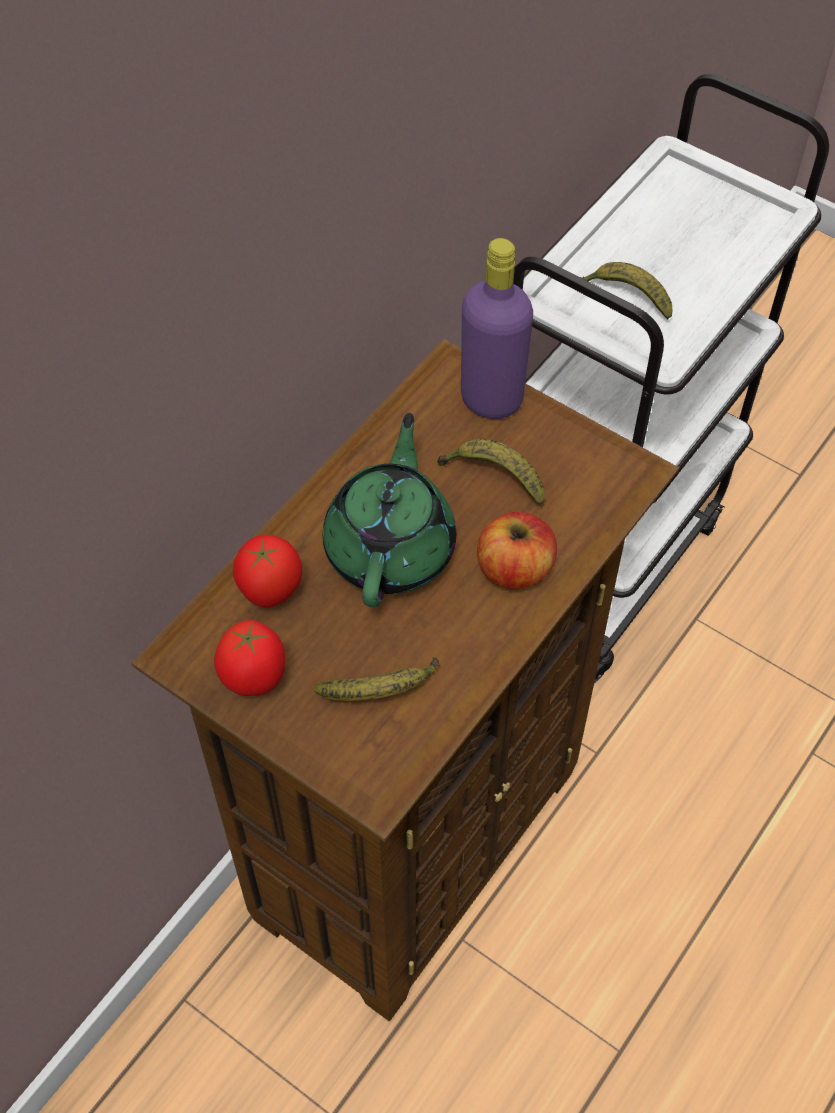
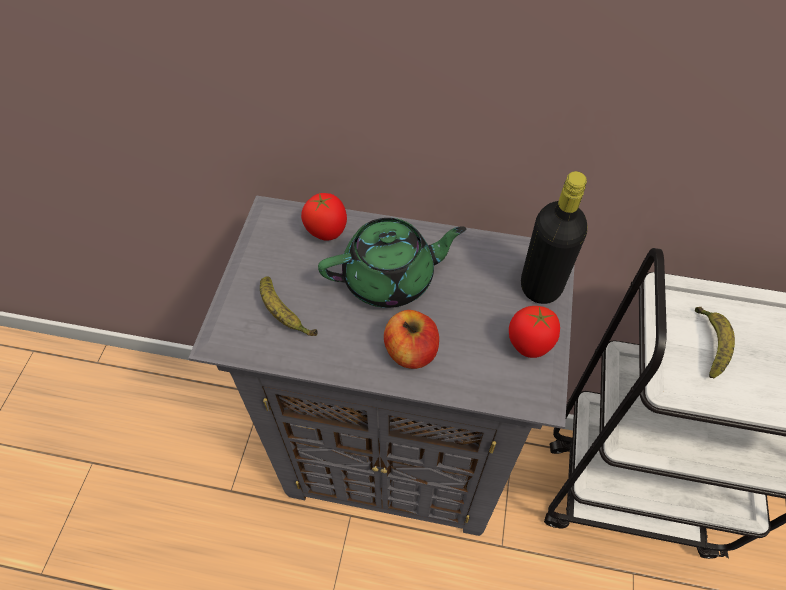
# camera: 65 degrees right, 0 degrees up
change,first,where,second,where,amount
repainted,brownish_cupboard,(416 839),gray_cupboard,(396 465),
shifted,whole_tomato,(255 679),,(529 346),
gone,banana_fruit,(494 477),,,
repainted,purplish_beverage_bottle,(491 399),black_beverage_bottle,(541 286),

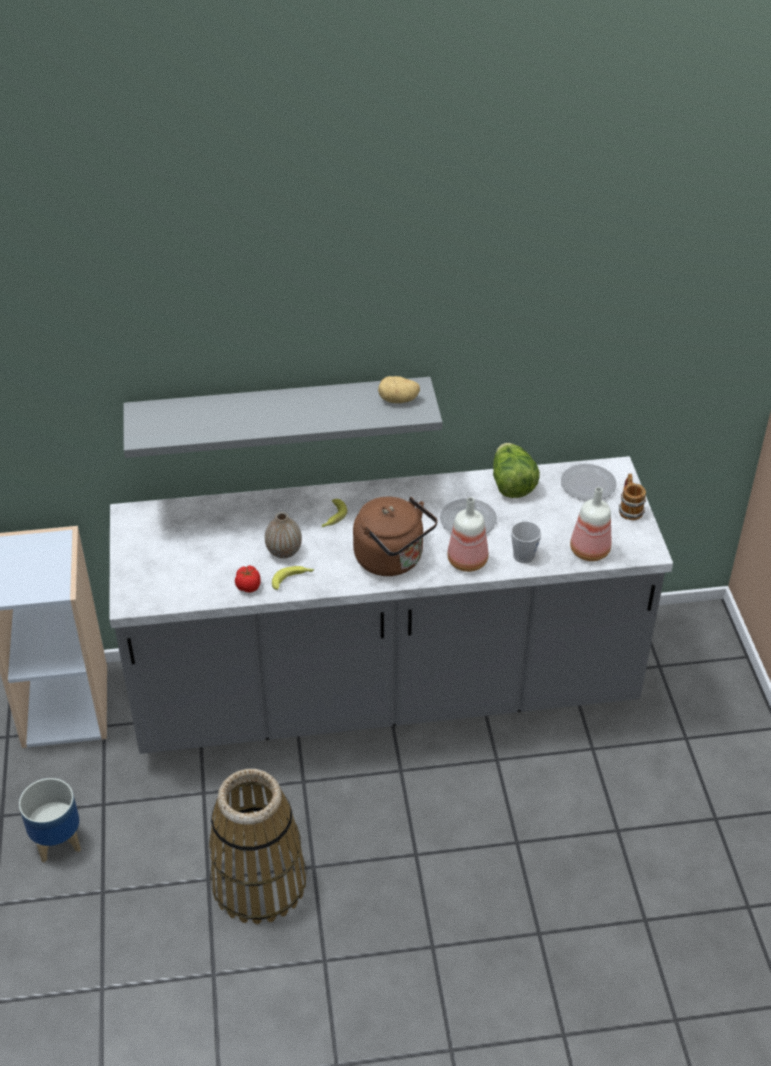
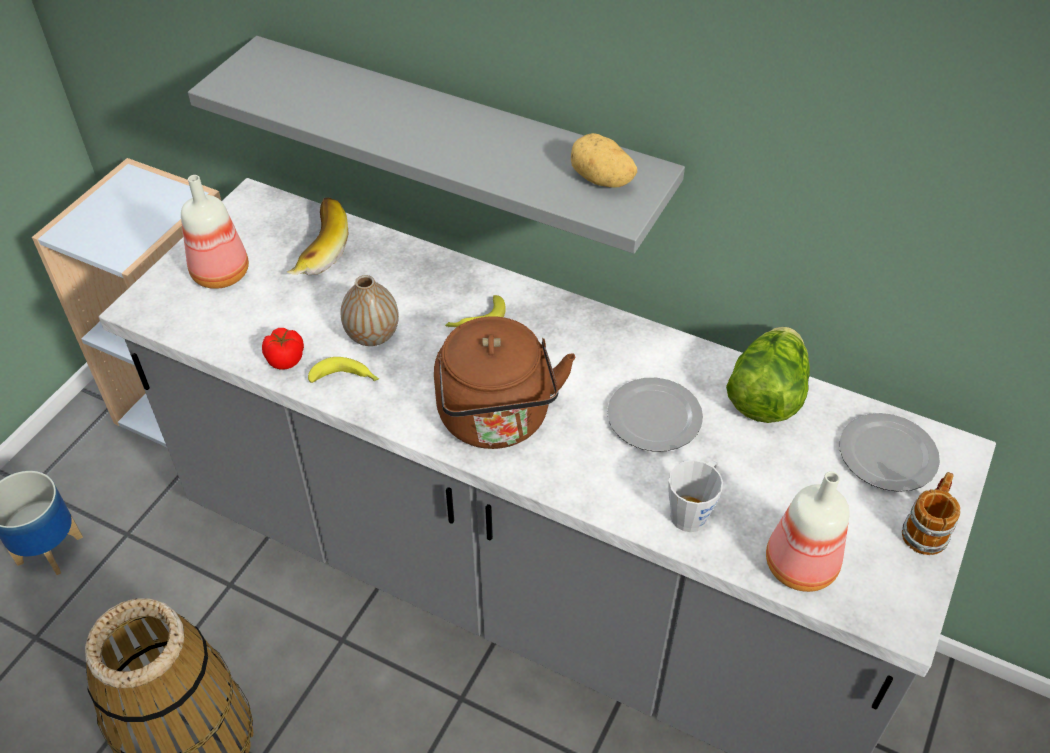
# camera: 35 degrees right, 5 degrees up
change,first,where,second,where,amount
shifted,beverage_bottle,(467 560),,(223 273),
new,,,banana_fruit,(315 249),

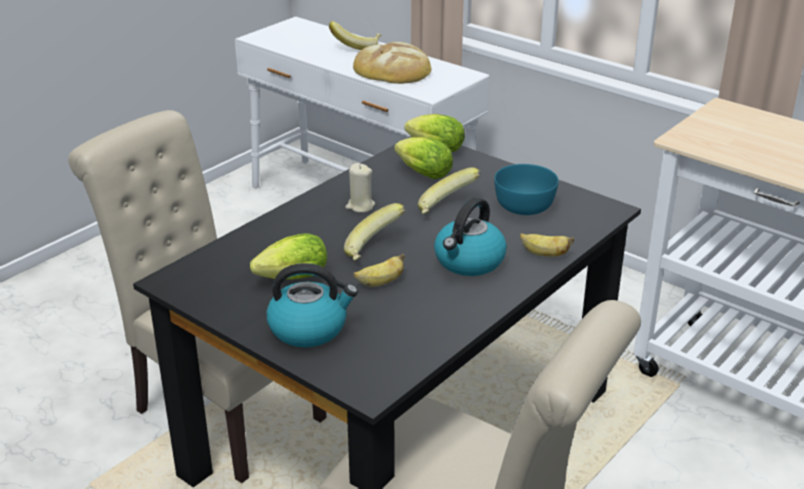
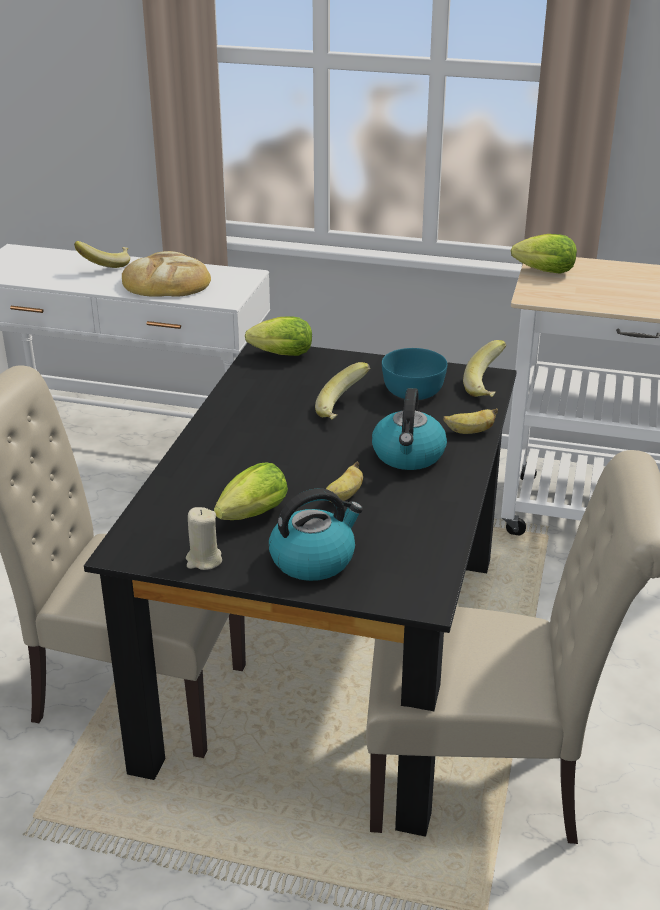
# camera: 25 degrees left, 0 degrees up
change,first,where,second,where,amount
shifted,banana_fruit,(375 250),,(489 388),
shifted,sand-coloured_wax_candle,(360 206),,(204 560),
shifted,lettuce_head,(421 173),,(541 271),

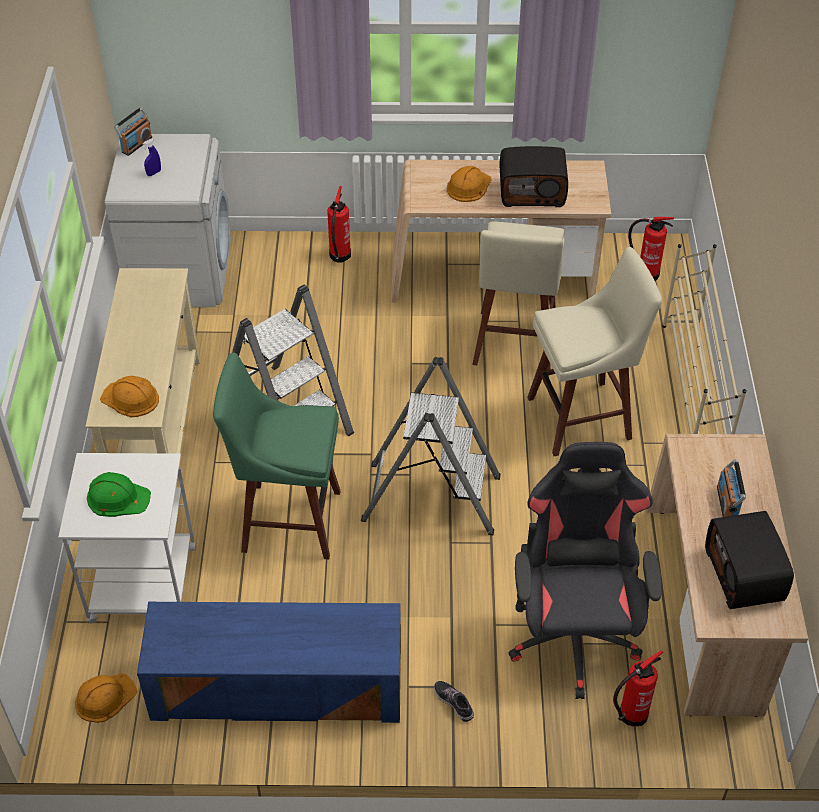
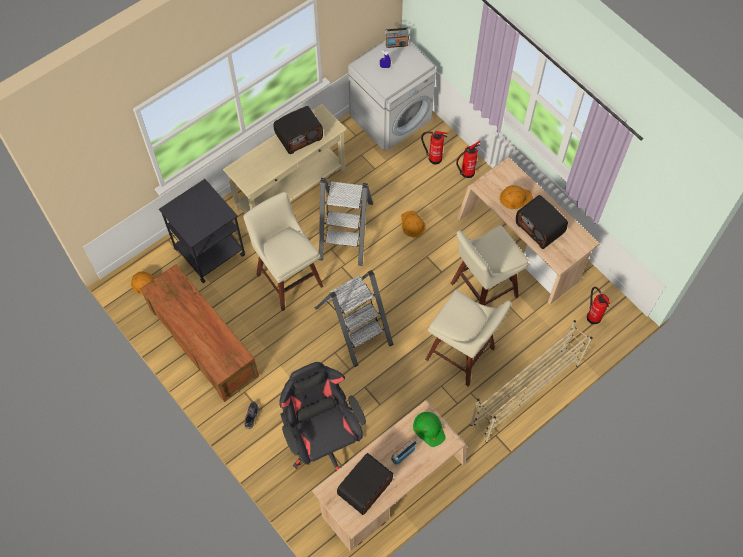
# camera: 50 degrees right, 15 degrees up
change,first,where,second,where,amount
repainted,white_trolley,(143 582),black_trolley,(210 251),
shifted,green_hard_hat,(117 498),,(429 428),
shifted,orange_hard_hat,(130 398),,(412 224),
repainted,blue-coloured_indoor_bench,(275 688),brownish_indoor_bench,(202 342),
repainted,green_stool,(288 520),sand-coloured_stool,(289 279),
rotated,black_office_chair,(573 641),,(324 442),75 degrees counterclockwise
shifted,fire_extinguisher,(630 715),,(433 158),
new,,,radio,(299 136),

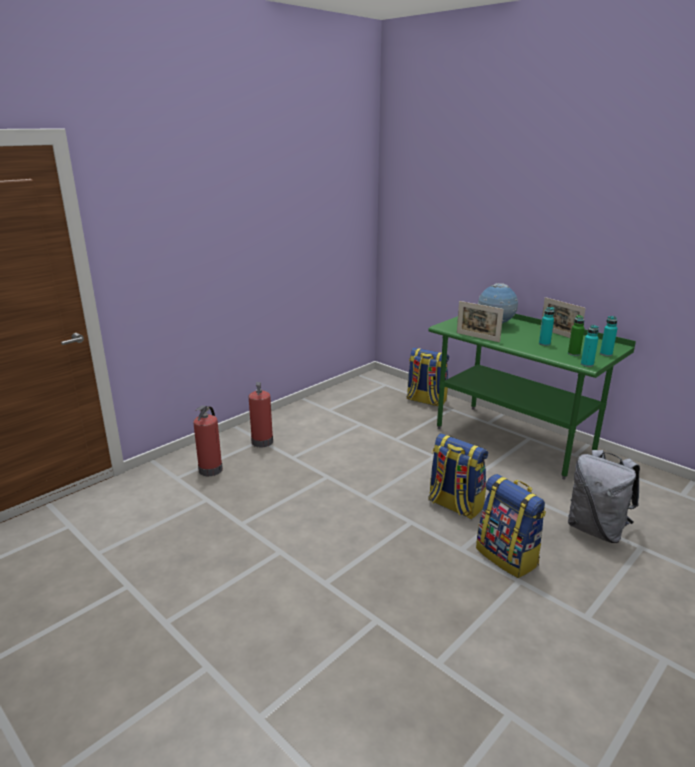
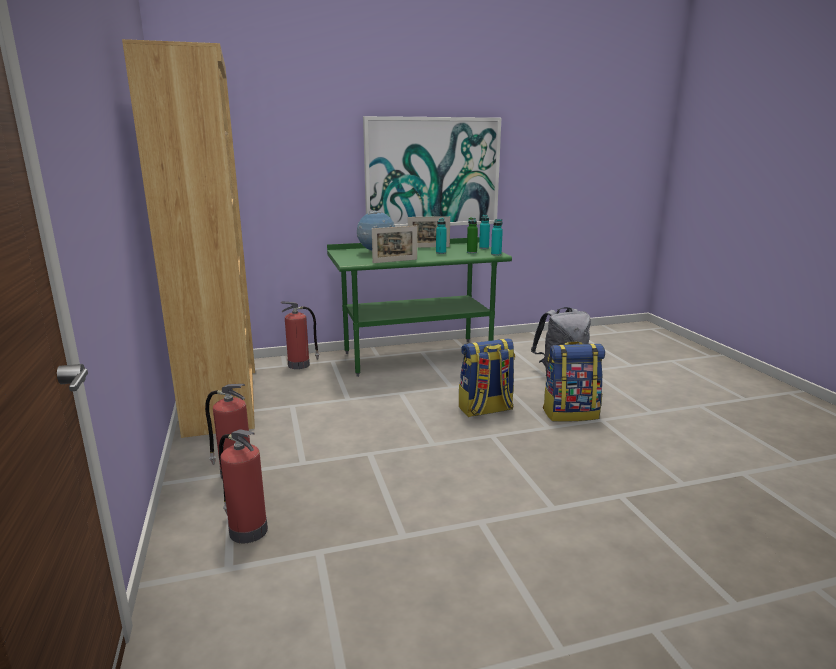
# camera: 60 degrees left, 5 degrees down
change,first,where,second,where,amount
swapped,knapsack,(425 401),fire_extinguisher,(300 365),
new,,,brownish_bookcase,(222 398),
new,,,wall_picture,(432 172),

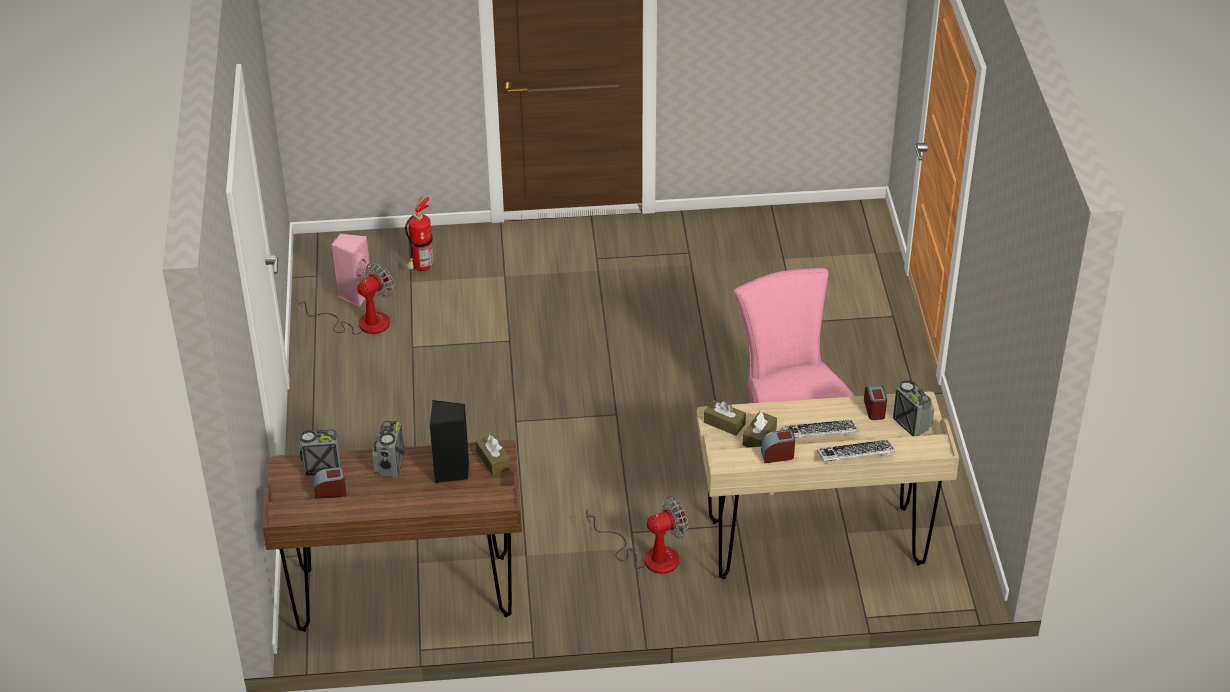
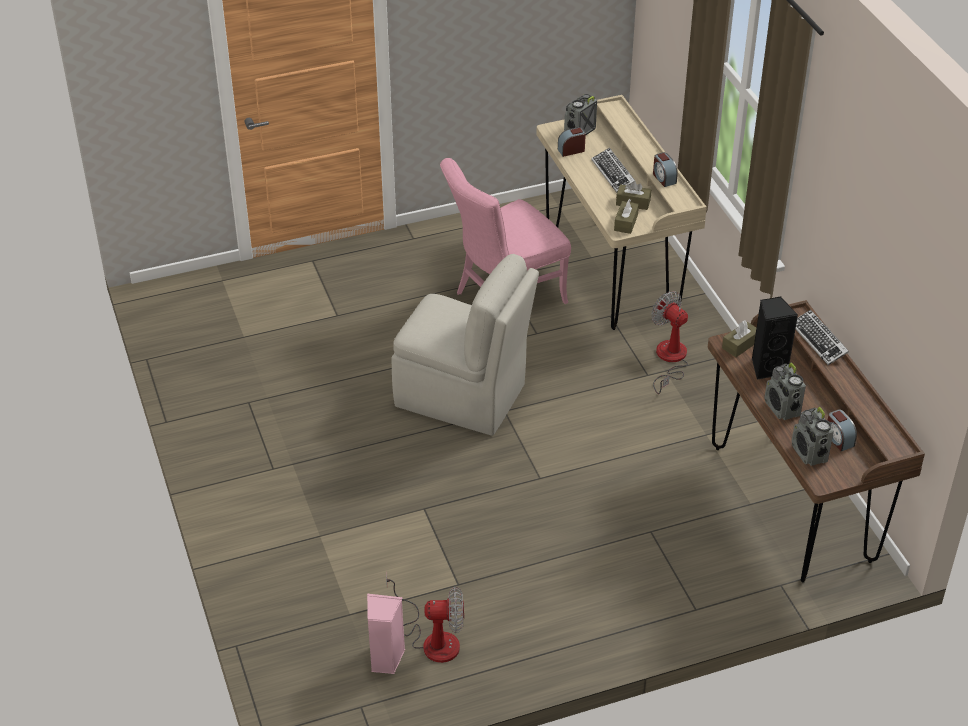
# camera: 105 degrees left, 0 degrees up
change,first,where,second,where,amount
rotated,cooling_fan,(362 323),,(432 639),150 degrees clockwise
rotated,radio,(389 465),,(782 409),75 degrees clockwise
gone,fire_extinguisher,(421 268),,,
shifted,PC_keyboard,(855 455),,(819 341),
new,,,sand-coloured_plain_chair,(463 397),

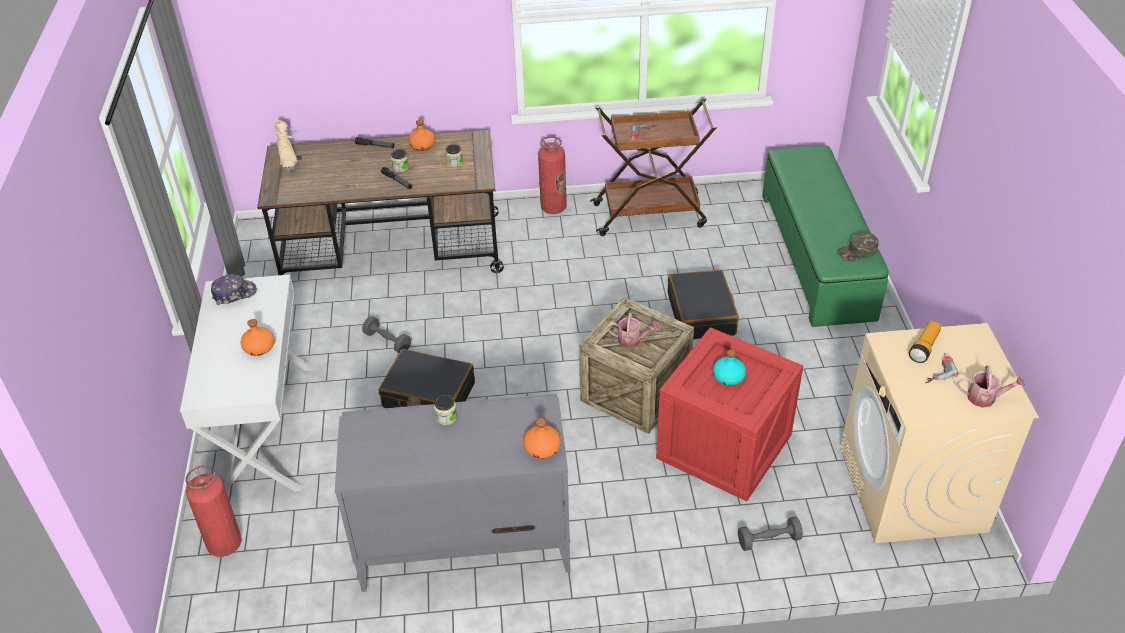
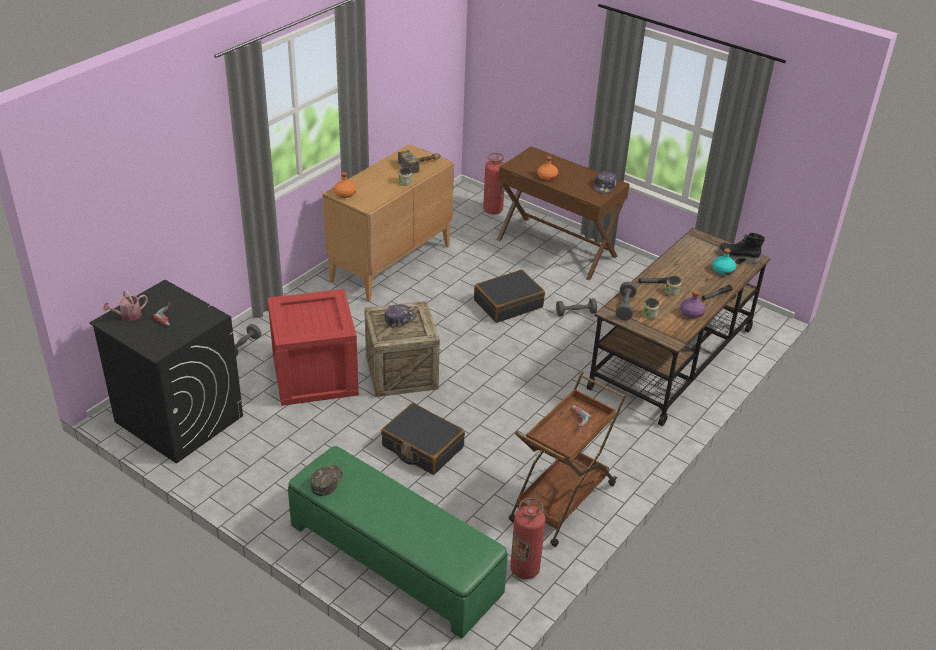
# camera: 130 degrees right, 5 degrees down
change,first,where,second,where,amount
repainted,white_console_table,(265 429),brownish_console_table,(557 247),
repainted,sand-coloured_boot,(288 160),black_boot,(737 257),
repainted,gray_cupboard,(464 546),brownish_cupboard,(391 263),
repainted,orange_beverage_bottle,(422 145),purplish_beverage_bottle,(691 313),
shifted,fire_extinguisher,(553 208),,(524 569),
swapped,watering_pot,(632 340),baseball_cap,(399 319),
shifted,blue-green_beverage_bottle,(728 377),,(722 270),
repainted,sand-coloured_washing_machine,(912 490),black_washing_machine,(178 418),
gone,flashlight,(924 348),,,
new,,,hand_hammer,(422 164),
new,,,gray_hand_weight,(625 307),

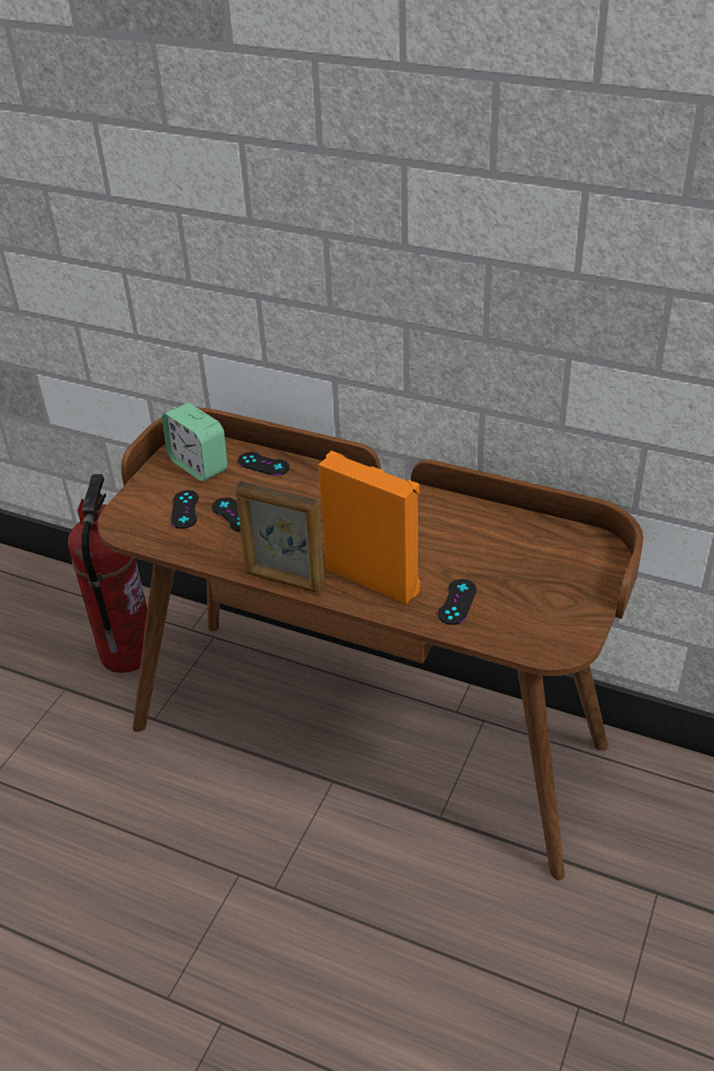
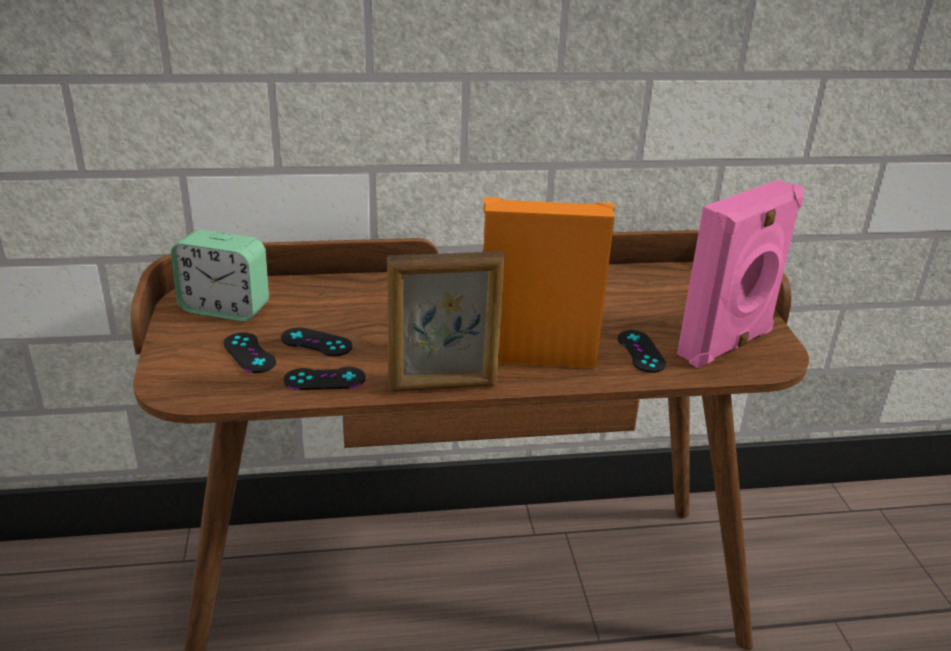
# camera: 35 degrees left, 10 degrees down
change,first,where,second,where,amount
gone,fire_extinguisher,(127 653),,,
shifted,black_gamepad,(263 464),,(324 379),
new,,,pink-coloured_loudspeaker,(727 345),

